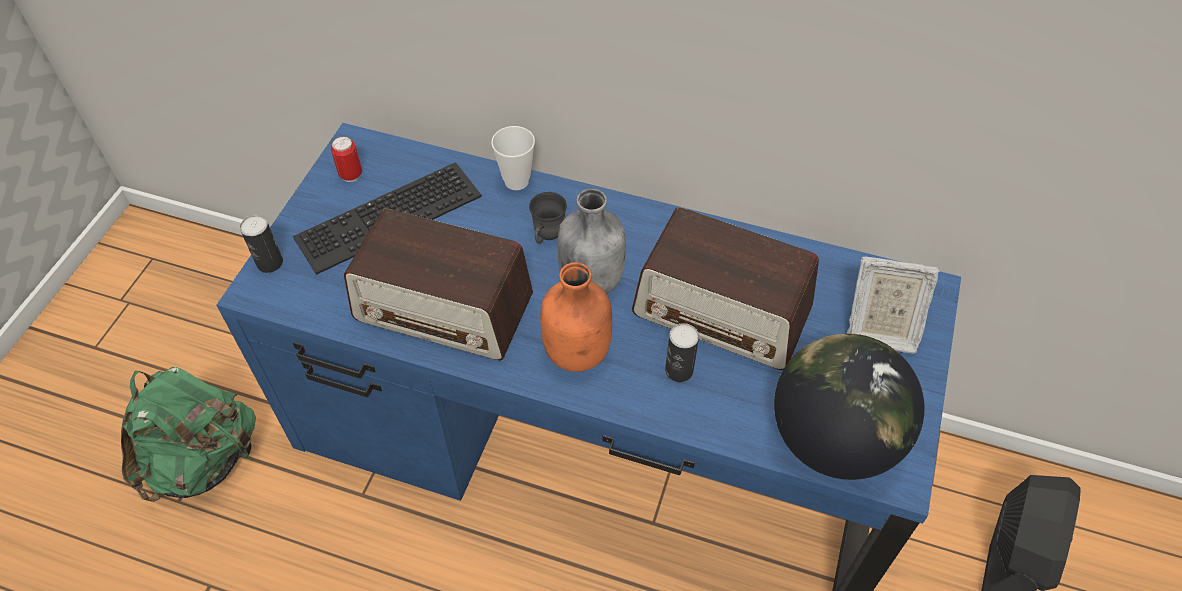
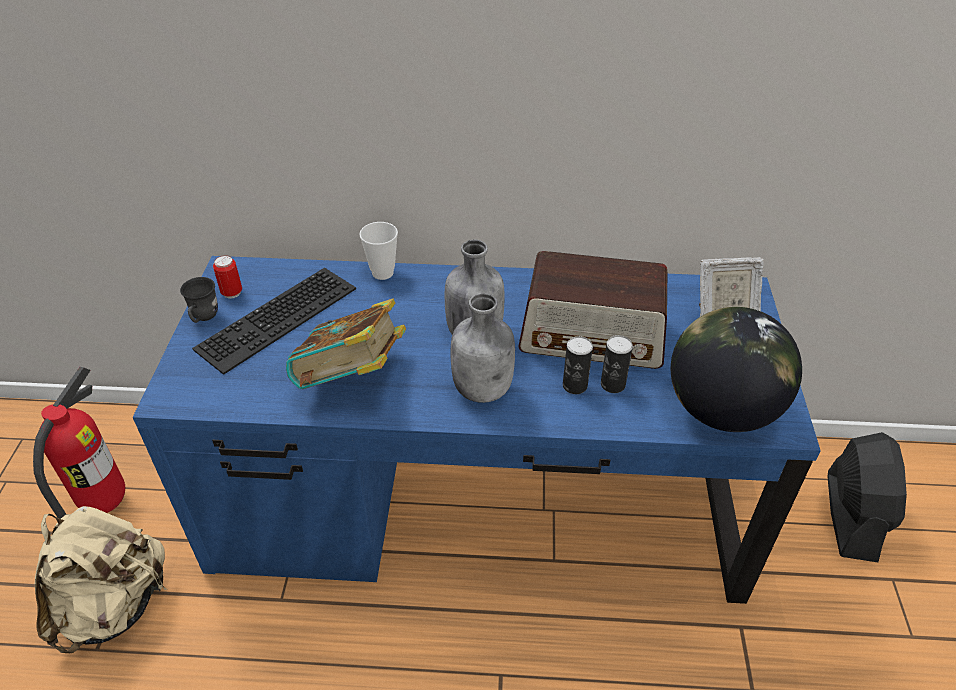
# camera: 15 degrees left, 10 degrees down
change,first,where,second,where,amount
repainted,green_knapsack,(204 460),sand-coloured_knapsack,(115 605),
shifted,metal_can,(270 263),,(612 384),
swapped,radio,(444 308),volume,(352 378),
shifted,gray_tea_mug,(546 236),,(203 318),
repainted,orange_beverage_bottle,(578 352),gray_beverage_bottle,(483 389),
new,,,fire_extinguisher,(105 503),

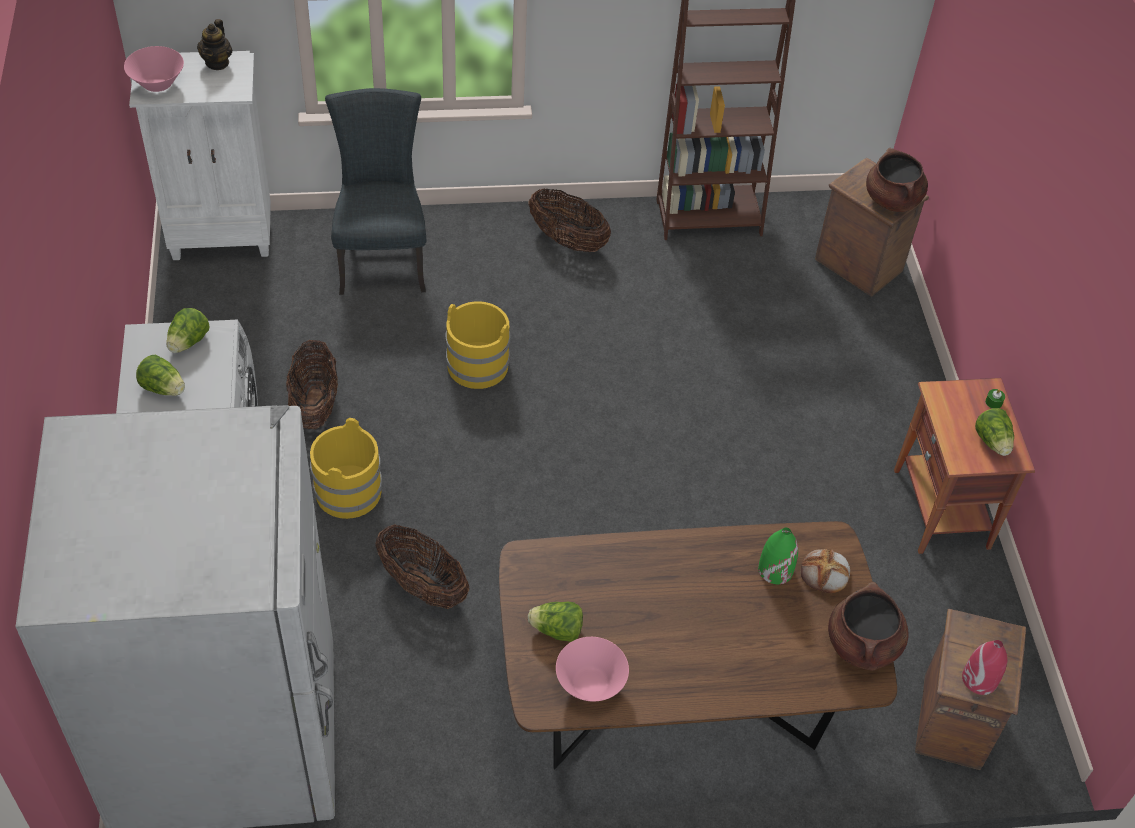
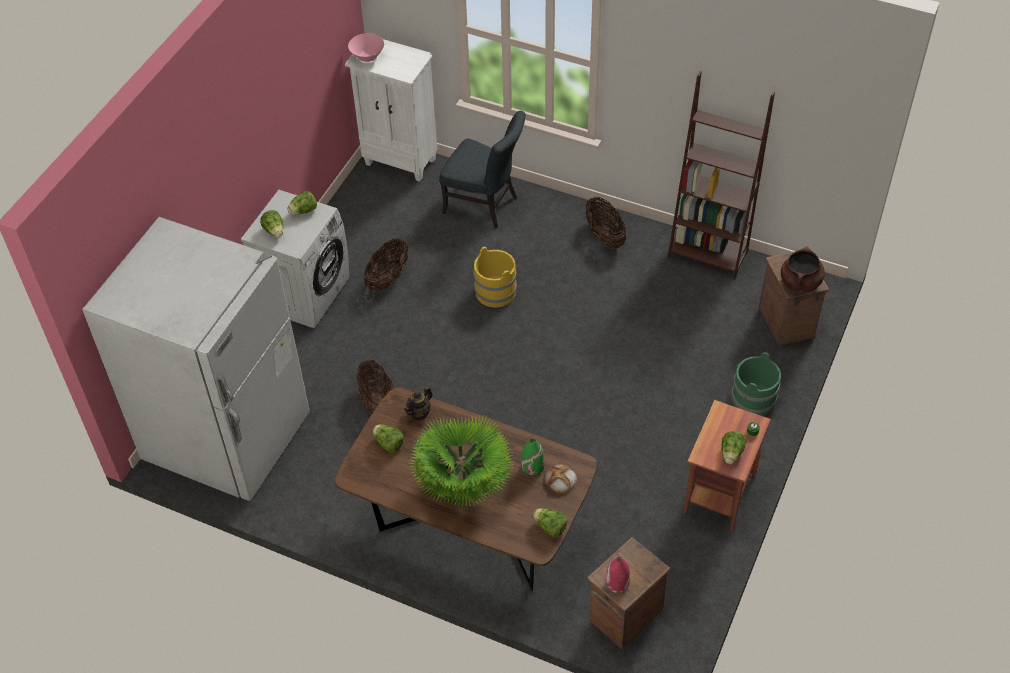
# camera: 35 degrees right, 0 degrees up
change,first,where,second,where,amount
shifted,tea_pot,(217 62),,(419 413),
gone,yellow-coloured_pail,(348 491),,,
rotated,gray_plain_chair,(382 256),,(485 205),90 degrees clockwise
gone,pink-coloured_deep_dish,(590 683),,,
swapped,brownish_cooking_pot,(862 645),lettuce_head,(550 527),
new,,,houseplant,(463 486),
new,,,green_pail,(753 400),

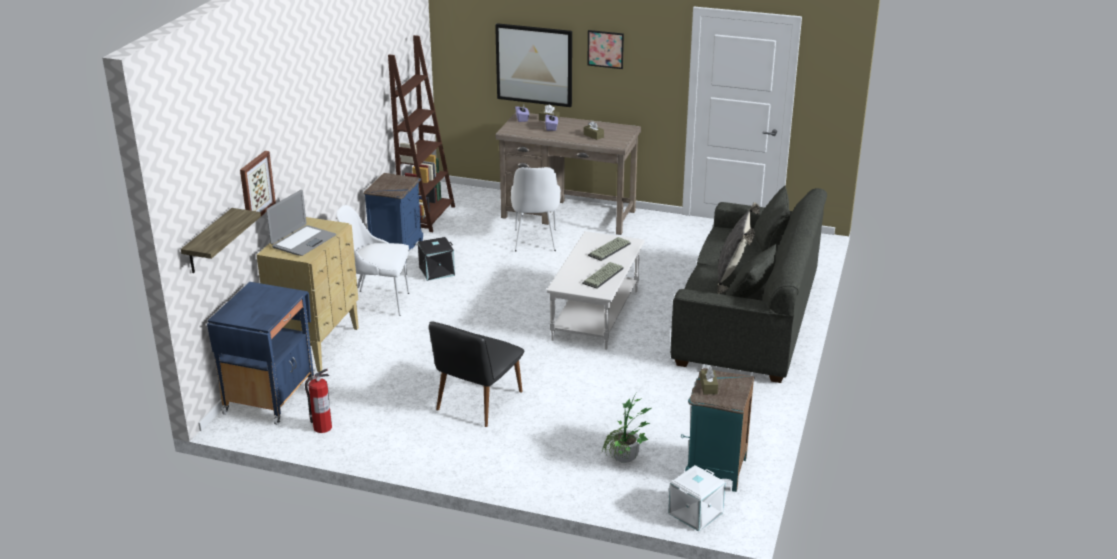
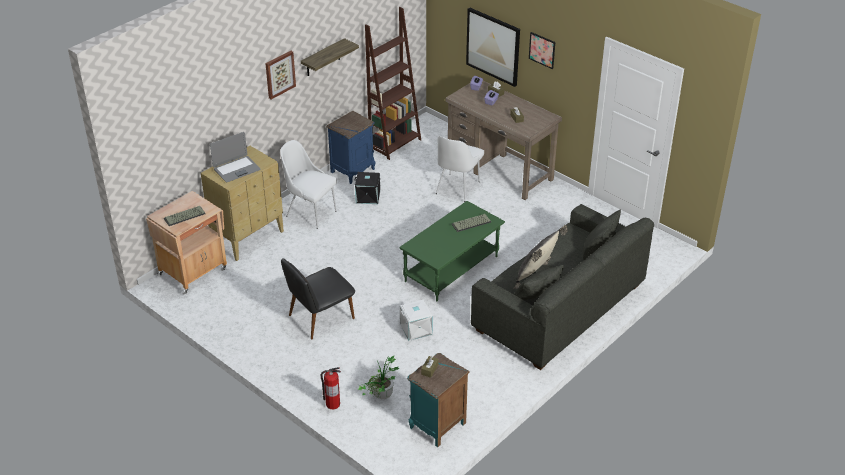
# camera: 25 degrees right, 10 degrees up
change,first,where,second,where,amount
shifted,shelf,(209 242),,(323 58),
repainted,blue-coloured_trolley,(270 397),brownish_trolley,(193 272),
shifted,wall_picture,(256 186),,(279 74),
shifted,fire_extinguisher,(322 427),,(332 404),
repainted,white_coffee_table,(596 315),green_coffee_table,(452 269),
shifted,PC_keyboard,(603 276),,(184 217),
shifted,white_storage_container,(696 513),,(416 329),

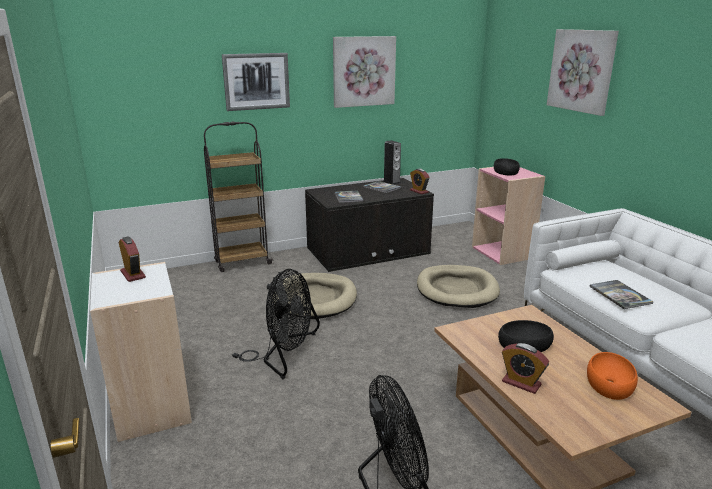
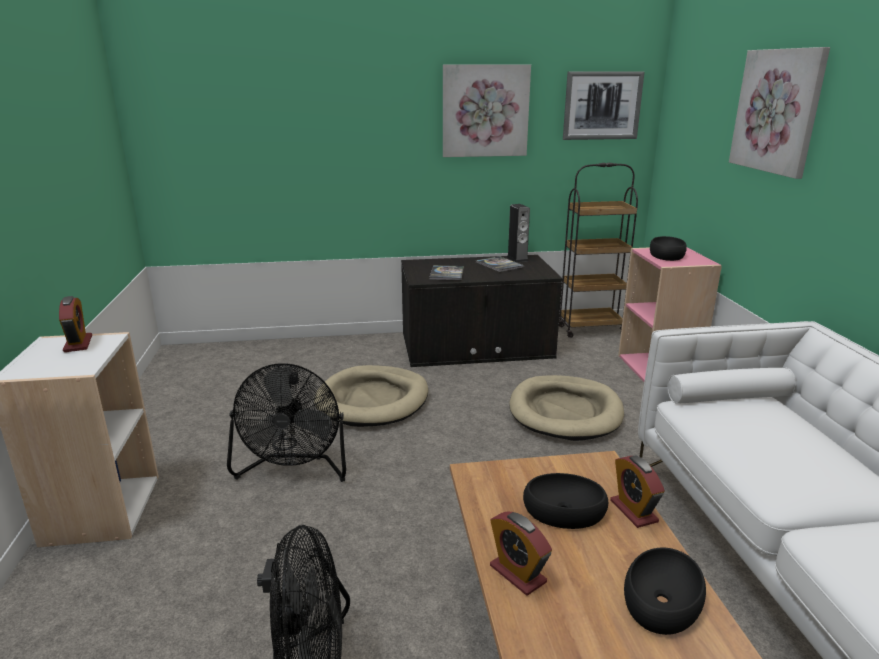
# camera: 15 degrees right, 0 degrees up
change,first,where,second,where,amount
shifted,brownish_trolley,(242 263),,(590 330),
shifted,wall_picture,(256 81),,(602 105),
rotated,black_cooling_fan,(282 353),,(291 466),60 degrees clockwise
shifted,table_clock,(419 191),,(633 511),
repainted,orange_deep_dish,(609 382),black_deep_dish,(661 600),
gone,volume,(620 295),,,

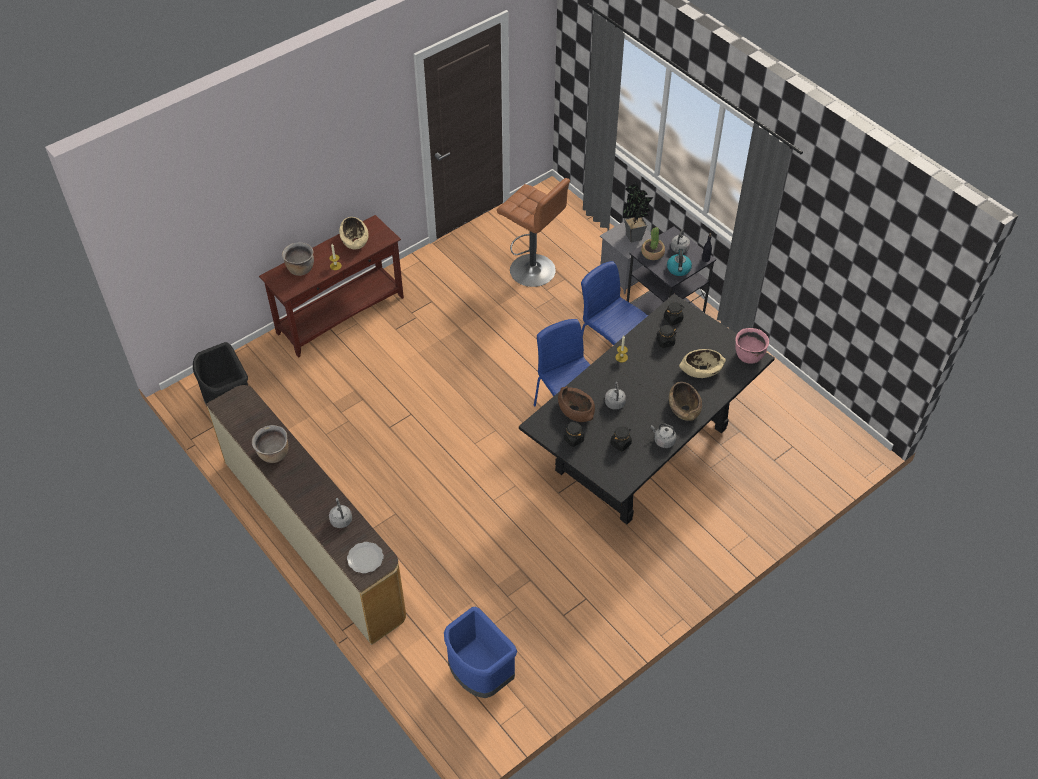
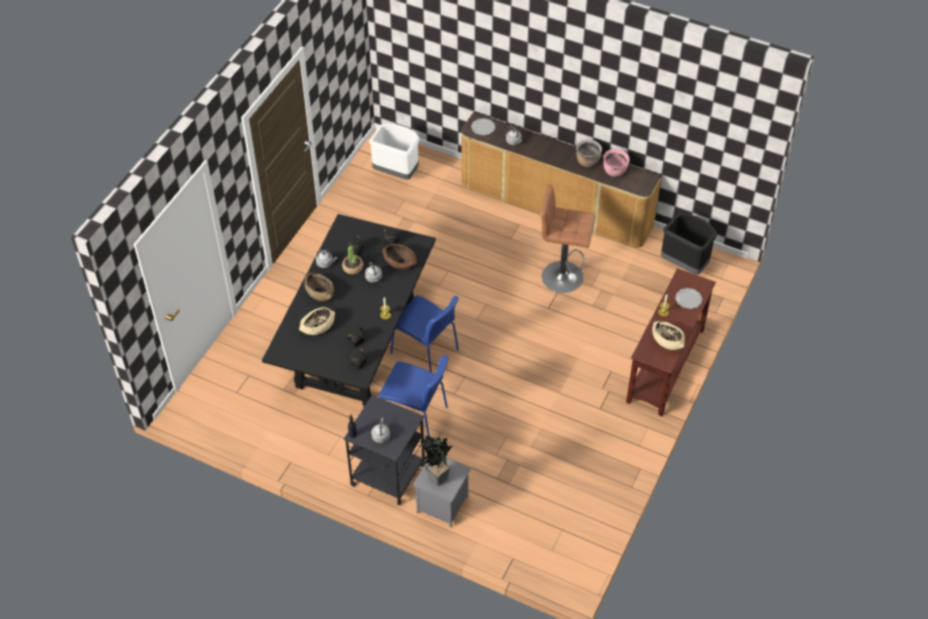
# camera: 155 degrees right, 0 degrees up
change,first,where,second,where,amount
swapped,brownish_cooking_pot,(300 269),flat_dish,(688 299),
repainted,blue-coloured_trash_can,(480 675),white_trash_can,(396 172),
shifted,brownish_stool,(532 271),,(562 276),
shifted,houseplant,(652 253),,(353 267),
gone,kettle,(678 269),,,
shifted,pink-coloured_cooking_pot,(748 355),,(615 171),

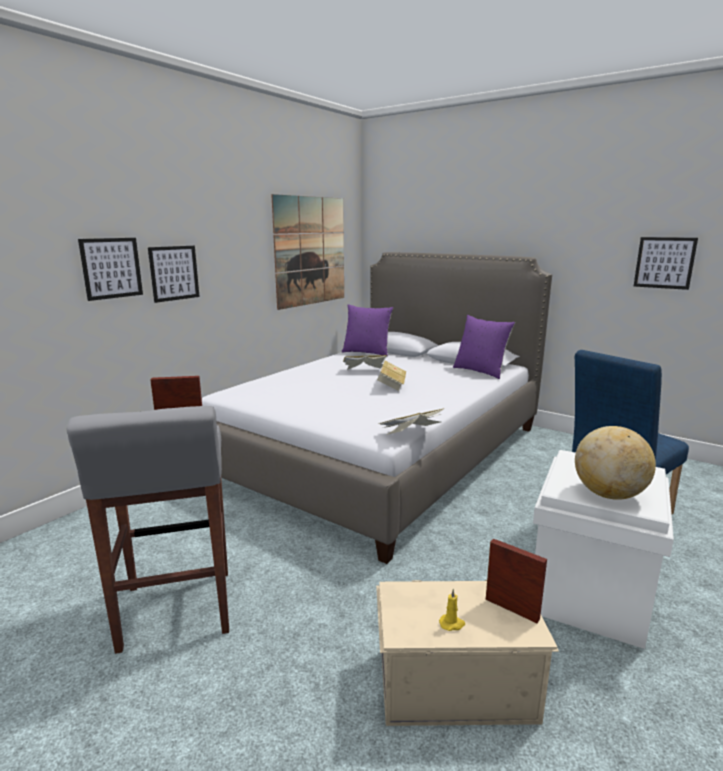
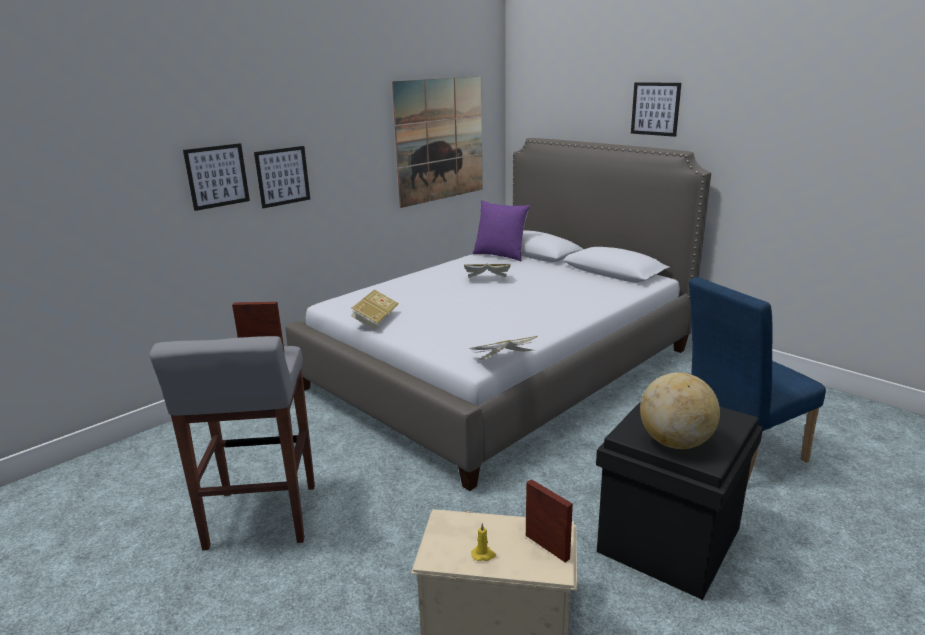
# camera: 10 degrees right, 5 degrees up
change,first,where,second,where,amount
shifted,volume,(391 385),,(375 320),
gone,purplish_throw_pillow,(480 371),,,
repainted,white_storage_container,(590 594),black_storage_container,(669 541),
shifted,wall_picture,(664 263),,(655 109),

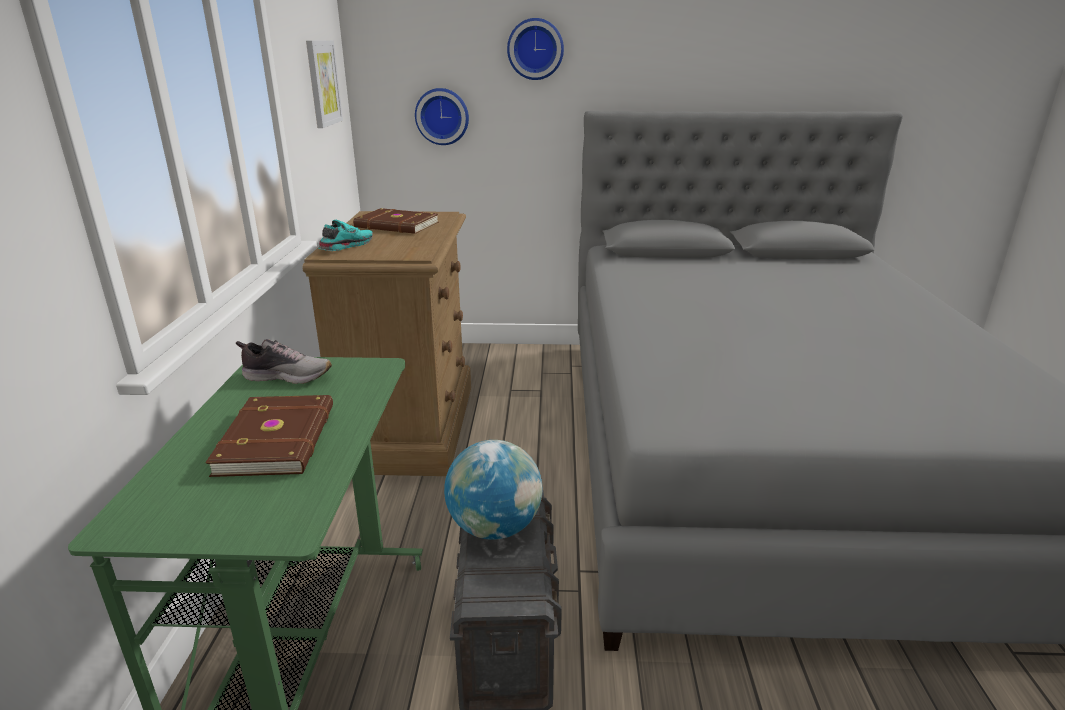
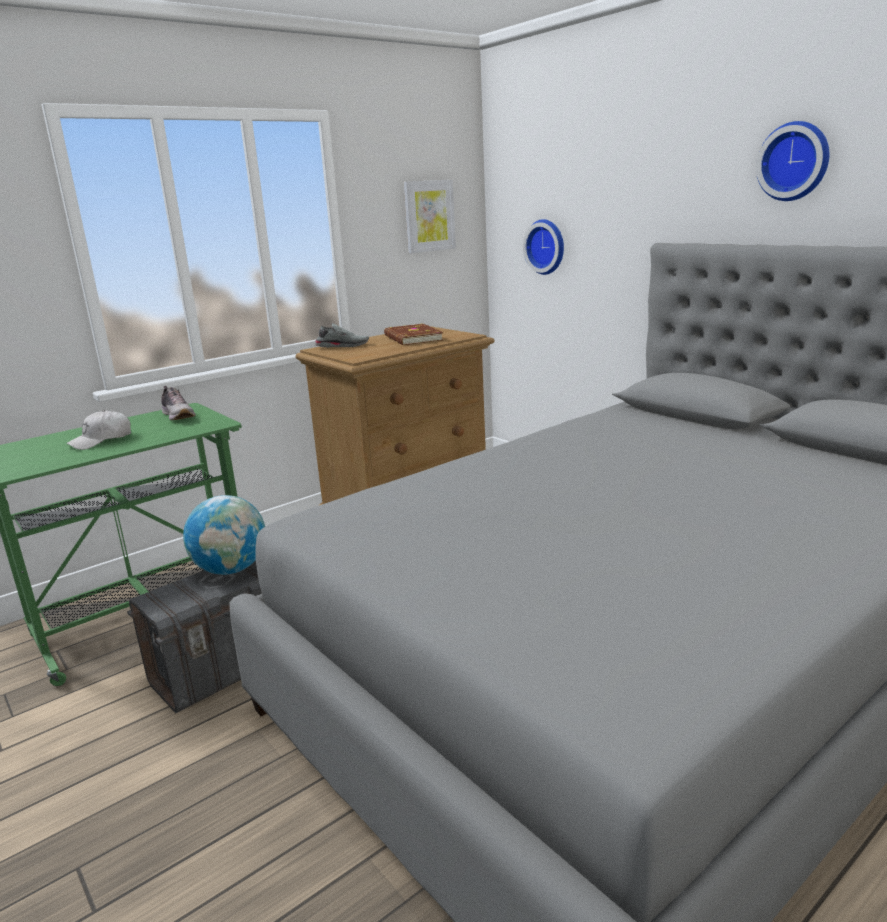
# camera: 50 degrees right, 5 degrees down
change,first,where,second,where,amount
swapped,brownish_volume,(279 439),white_baseball_cap,(101 440),
repainted,blue-green_item_of_footwear,(346 246),gray_item_of_footwear,(342 346),
shifted,hanging_clock,(535 49),,(794 161),

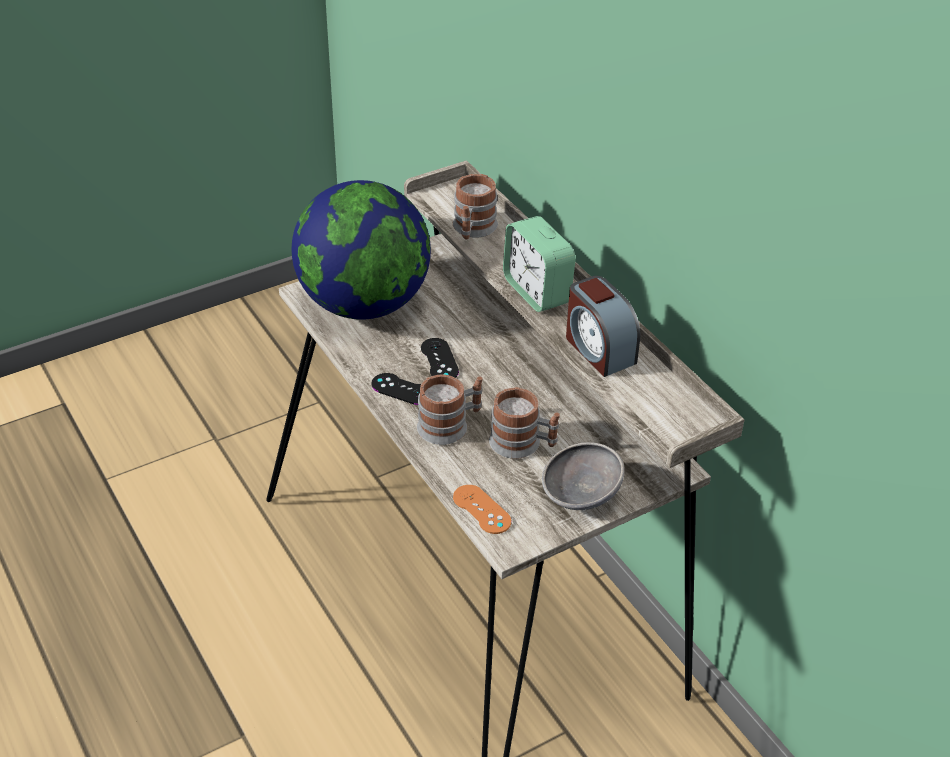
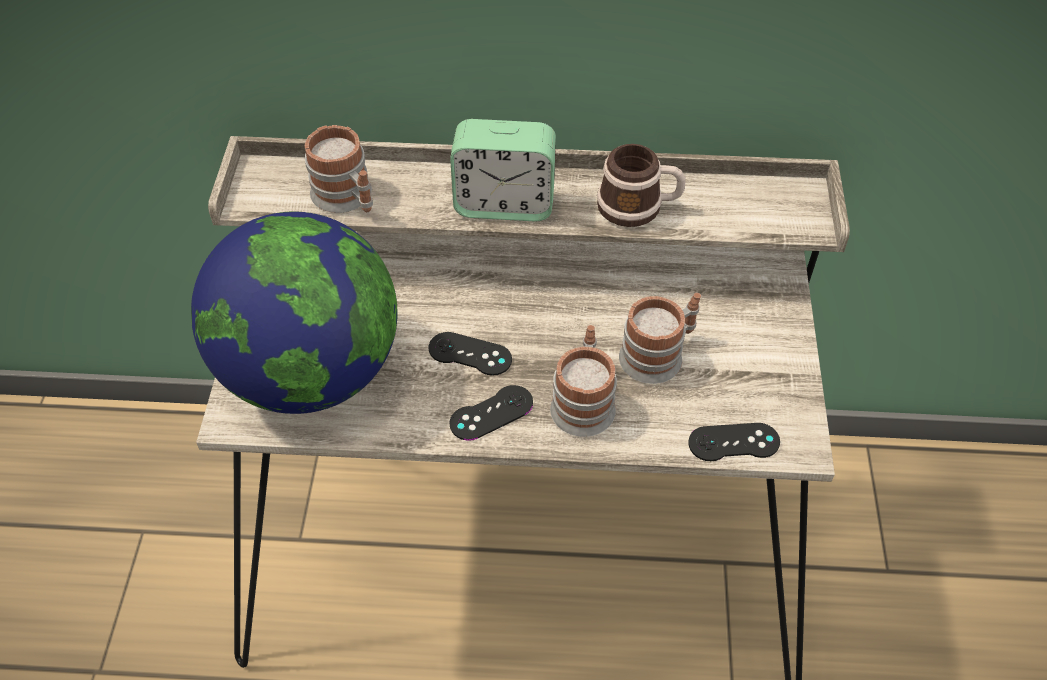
# camera: 55 degrees left, 10 degrees up
change,first,where,second,where,amount
repainted,orange_gamepad,(481 509),black_gamepad,(734 442),
gone,gray_deep_dish,(579 495),,,
swapped,table_clock,(598 349),tea_mug,(638 207),

